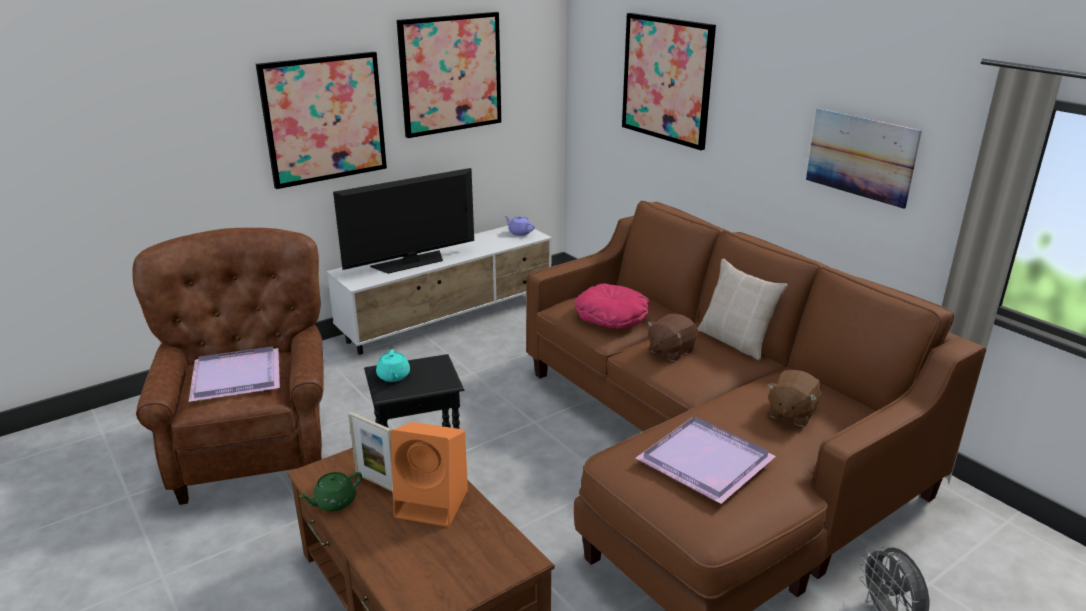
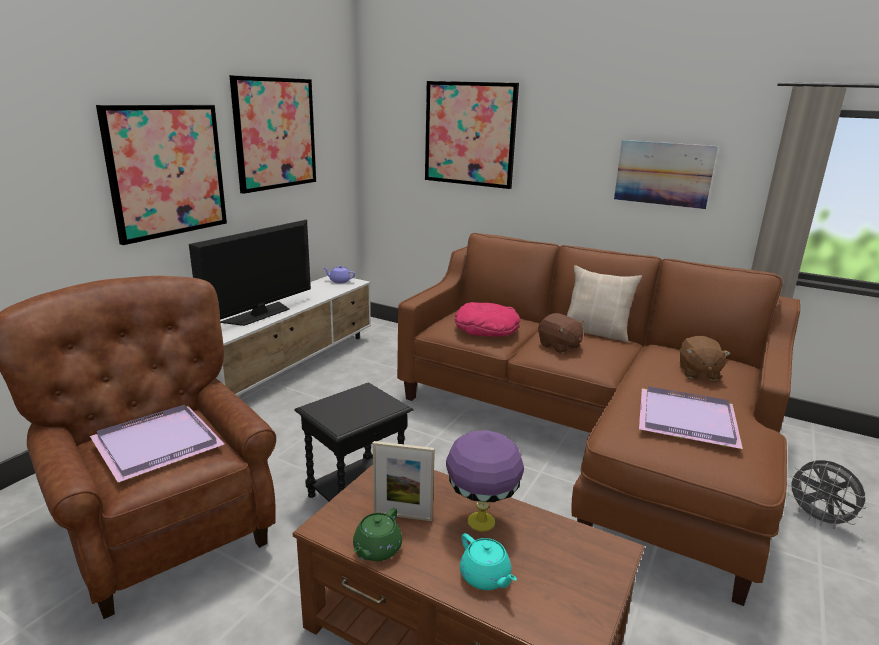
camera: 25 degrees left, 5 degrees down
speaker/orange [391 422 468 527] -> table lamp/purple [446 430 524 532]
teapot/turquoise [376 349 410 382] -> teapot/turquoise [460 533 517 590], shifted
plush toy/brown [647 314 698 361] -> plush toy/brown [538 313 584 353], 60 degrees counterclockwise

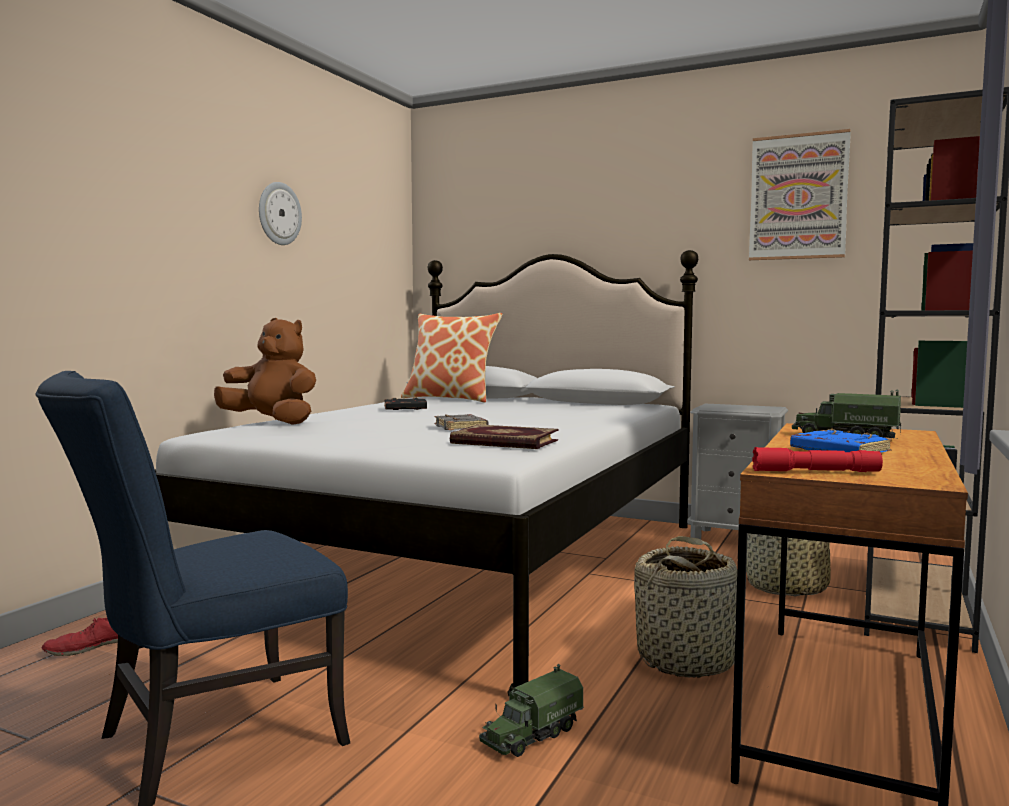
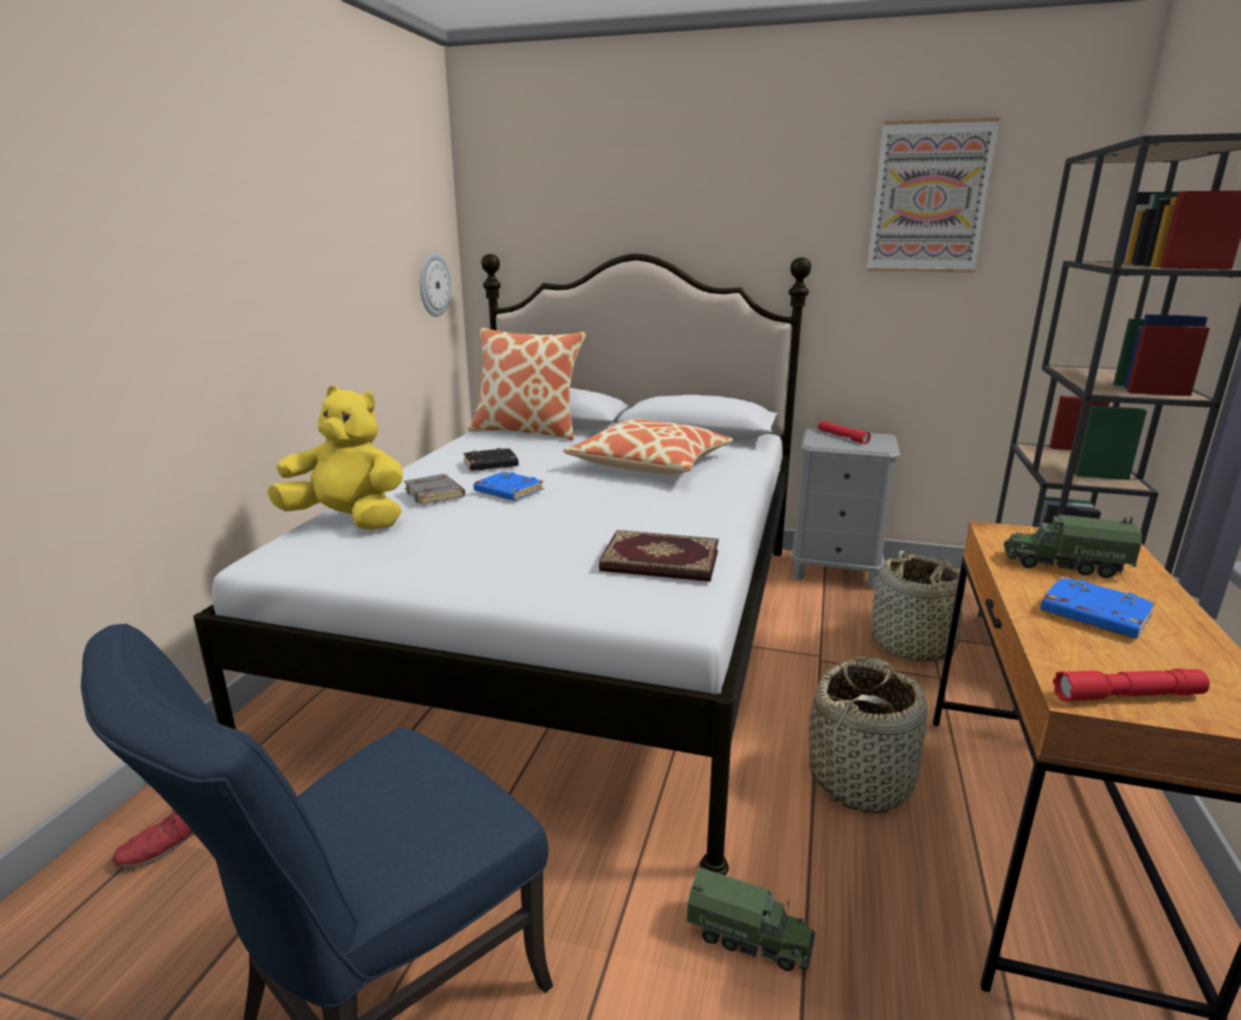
camera: 10 degrees left, 15 degrees up
plush toy/brown [214 318 316 424] -> plush toy/yellow [267 385 403 530]
book/grey [434 414 489 430] -> book/grey [404 474 465 505], shifted
wall clock [259 182 302 245] -> wall clock [420 253 451 317], shifted
none -> book/blue [473 471 544 501]
none -> pillow [563 419 734 475]
toy truck [479 664 584 757] -> toy truck [686 867 815 971], 105 degrees counterclockwise
none -> flashlight/red [818 421 871 444]

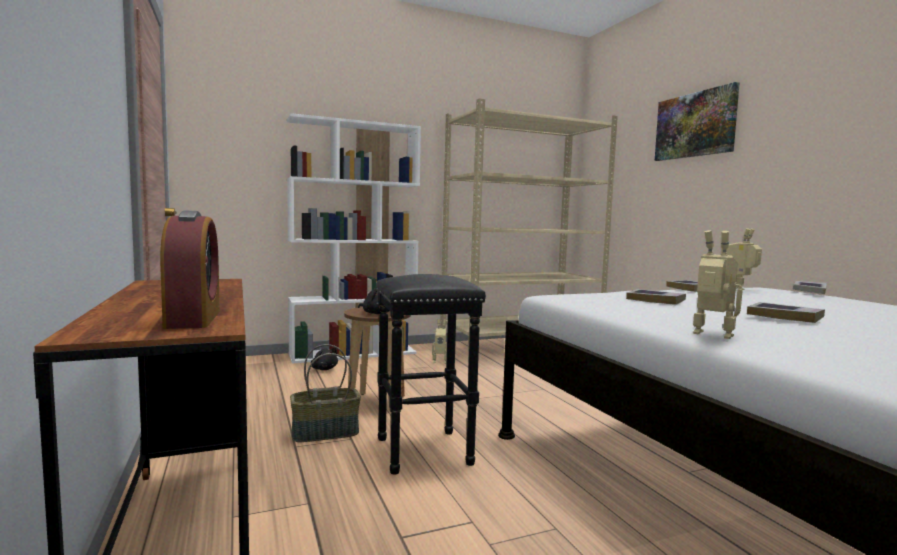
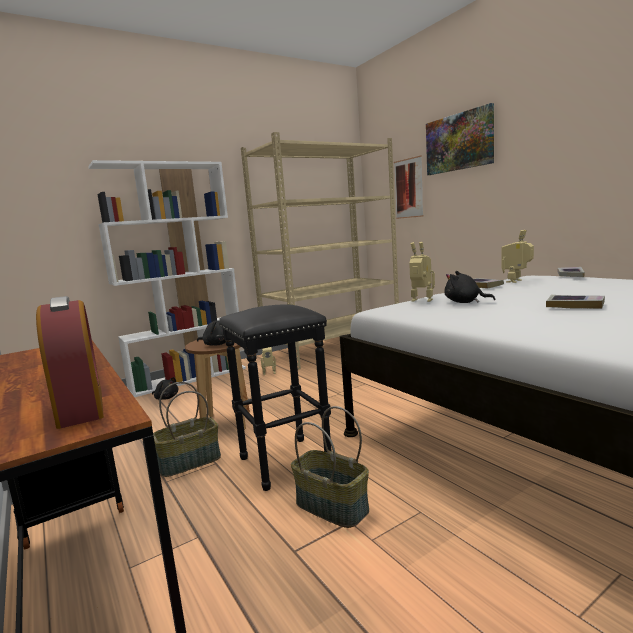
camera: 10 degrees left, 5 degrees up
none -> basket [291 406 369 528]
none -> picture [394 155 424 219]
toy robot [693 230 743 339] -> toy robot [409 242 435 302], shifted
book [626 289 686 305] -> plush toy/black [444 271 495 303]

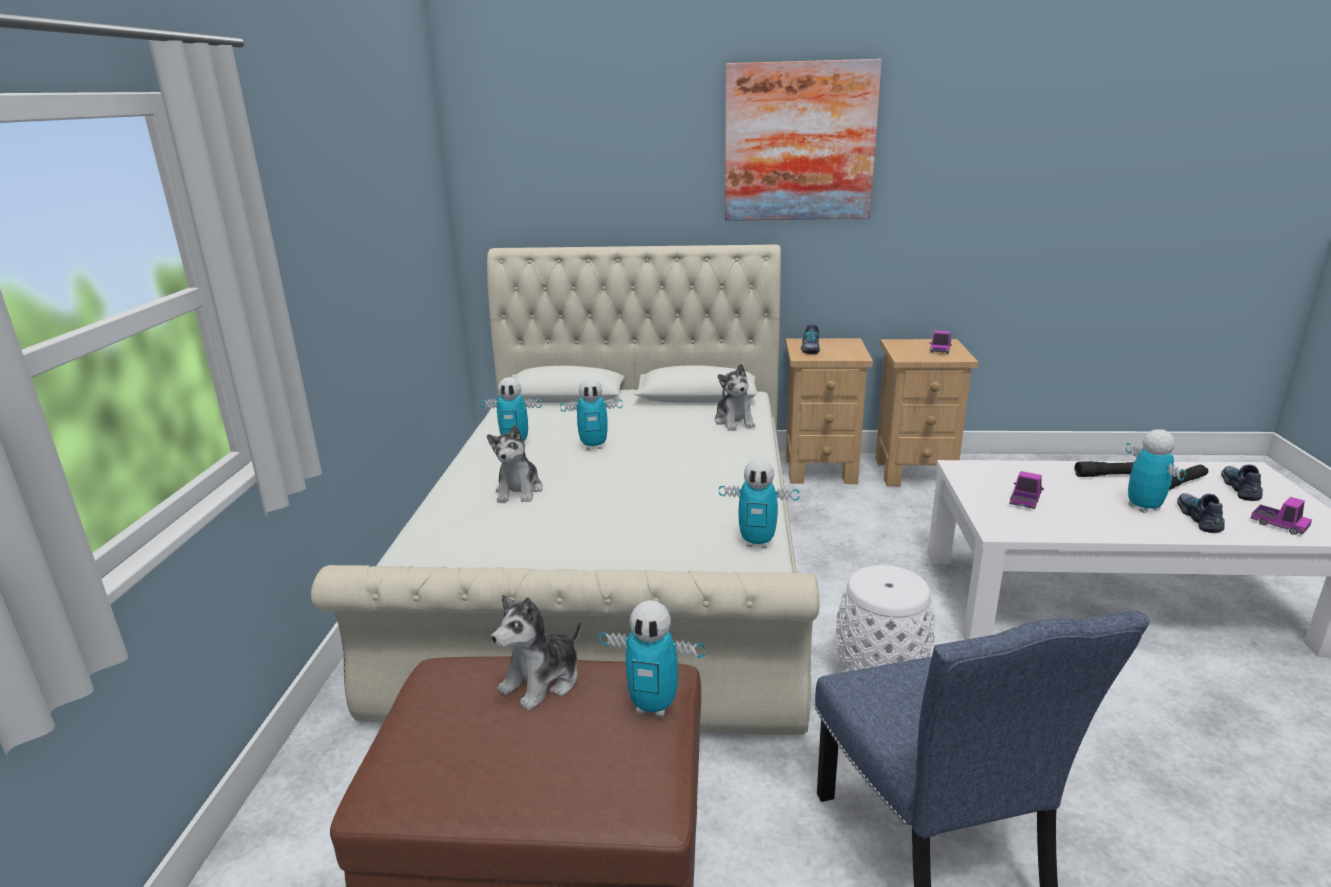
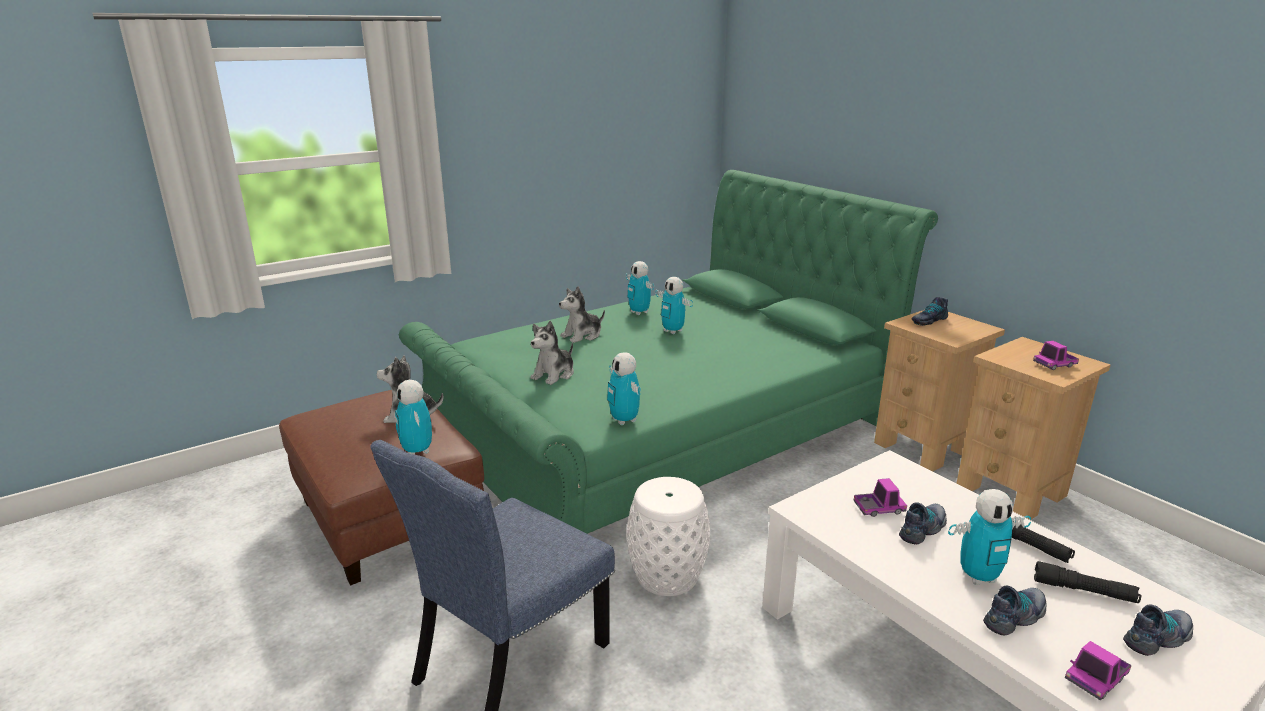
camera: 50 degrees right, 0 degrees up
bed/beige [311 245 819 735] -> bed/green [399 170 938 534]
plush toy [715 364 755 431] -> plush toy [530 321 574 385], shifted
none -> shoe [899 502 947 545]
toy robot [1126 429 1186 513] -> toy robot [948 489 1031 585], 45 degrees clockwise
toy truck [1250 497 1312 535] -> toy truck [1065 641 1132 700], 45 degrees clockwise
picture [725 59 882 221] -> none

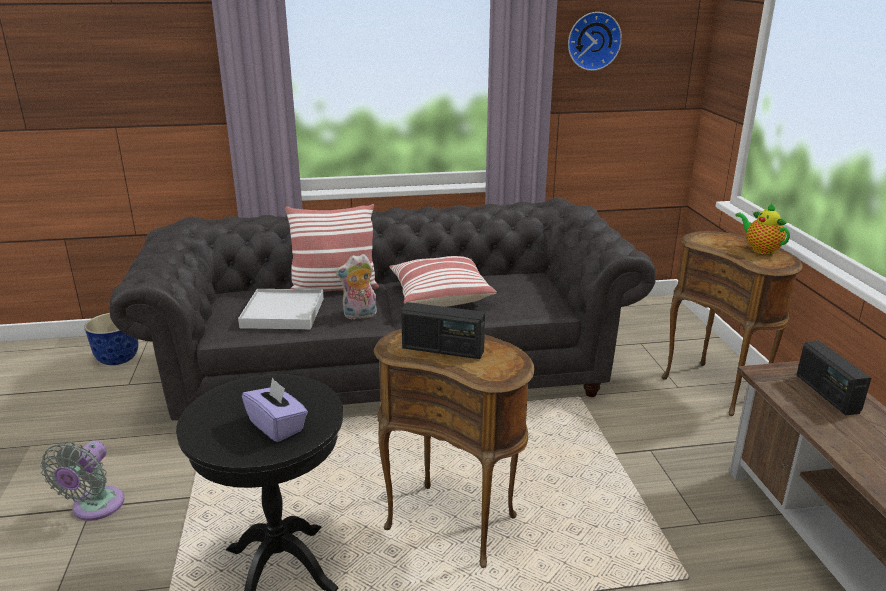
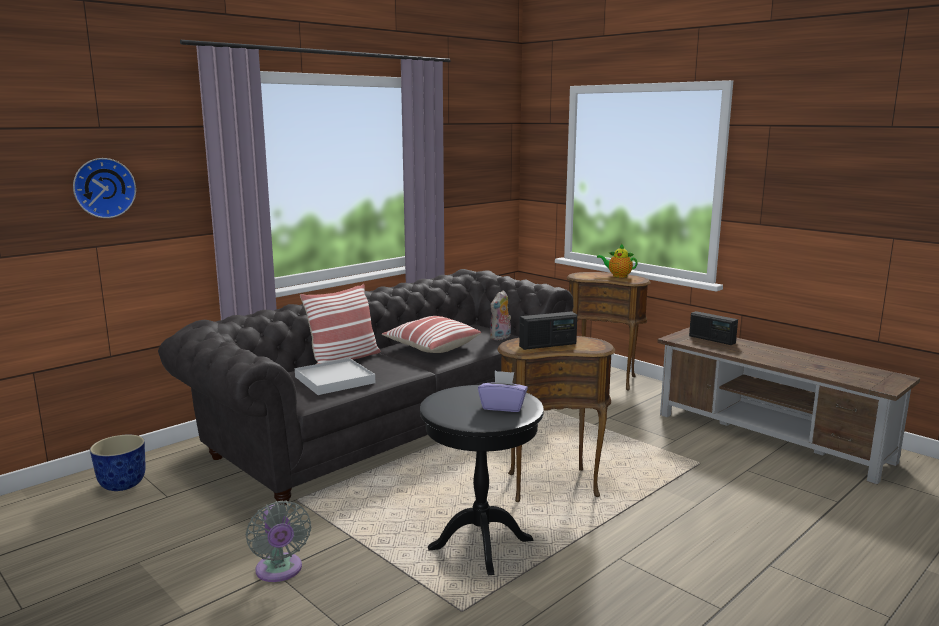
camera: 35 degrees left, 10 degrees down
wall clock [568 12 622 71] -> wall clock [73 158 136 218], shifted
plush toy [335 254 377 320] -> plush toy [490 290 511 340], shifted

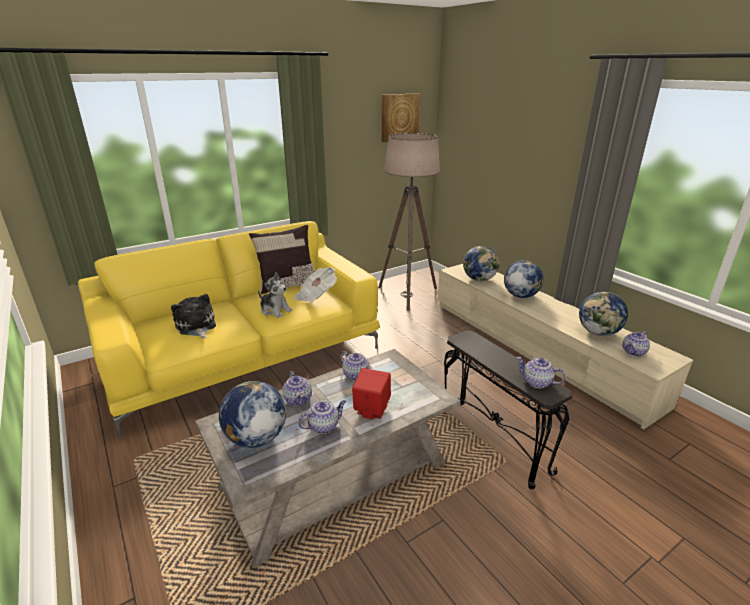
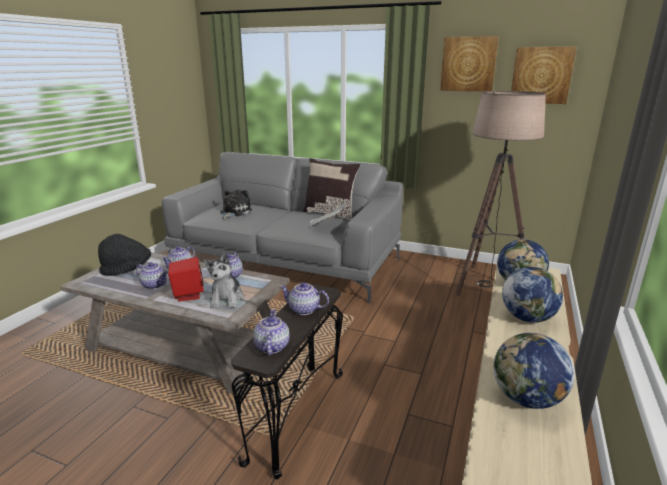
camera: 55 degrees right, 5 degrees down
globe [219 381 286 448] -> hat/black [98 234 151 276]
sofa/yellow [78 221 380 439] -> sofa/grey [162 152 403 303]
plush toy [258 272 292 318] -> plush toy [204 252 244 308], shifted
teapot [623 331 650 357] -> teapot [279 282 329 315], shifted
none -> picture [440 36 499 92]

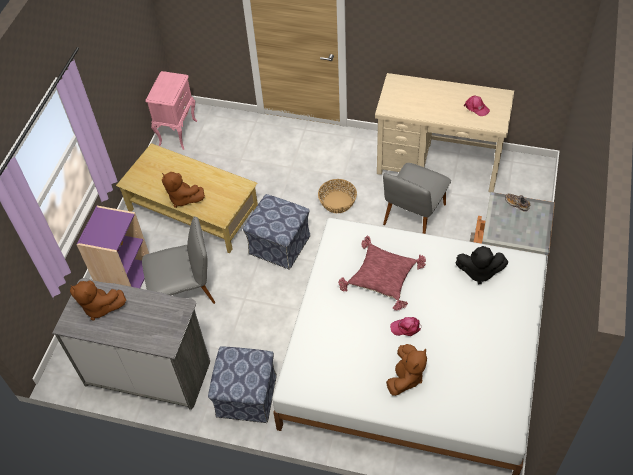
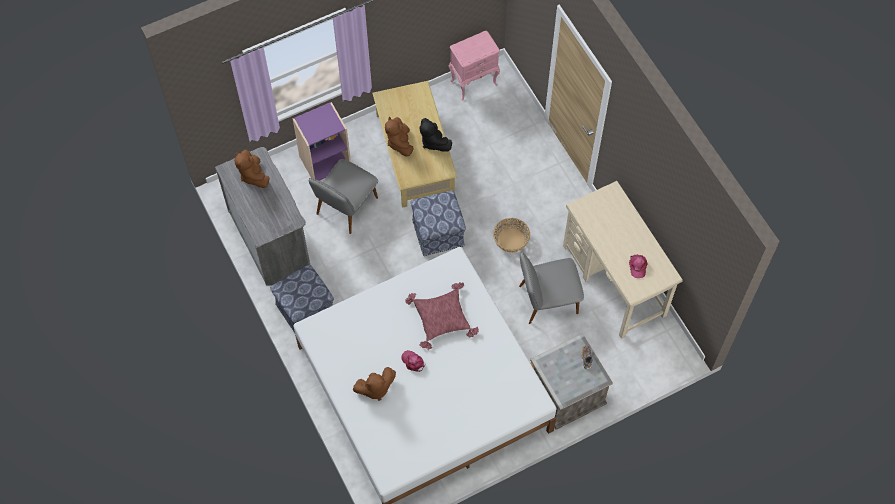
camera: 45 degrees right, 10 degrees up
chair/grey [142 217 215 304] -> chair/grey [309 159 378 234], 90 degrees clockwise
plush toy/black [455 246 508 284] -> plush toy/black [420 118 452 152], shifted

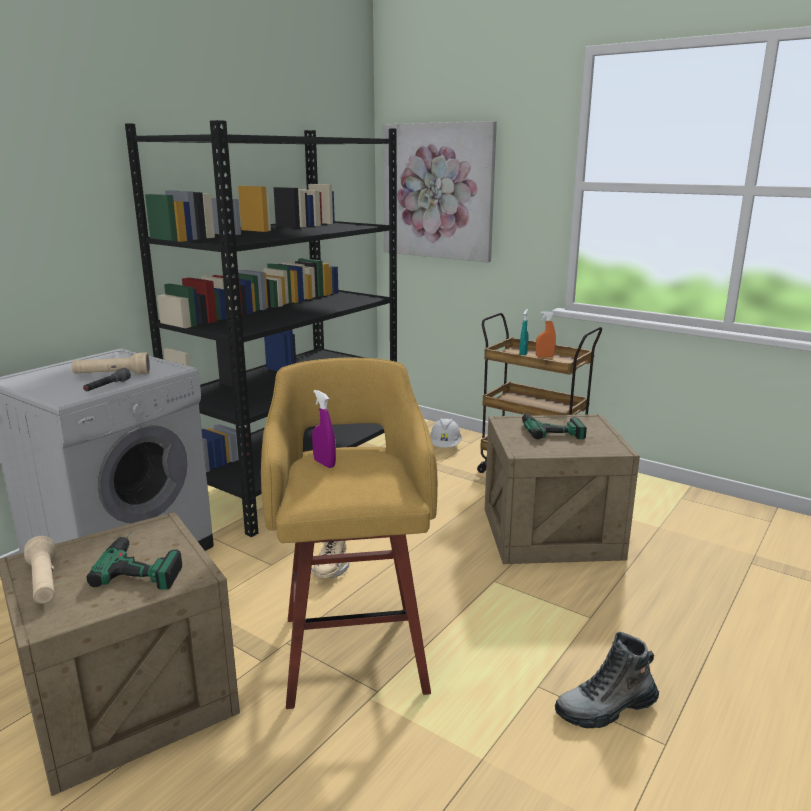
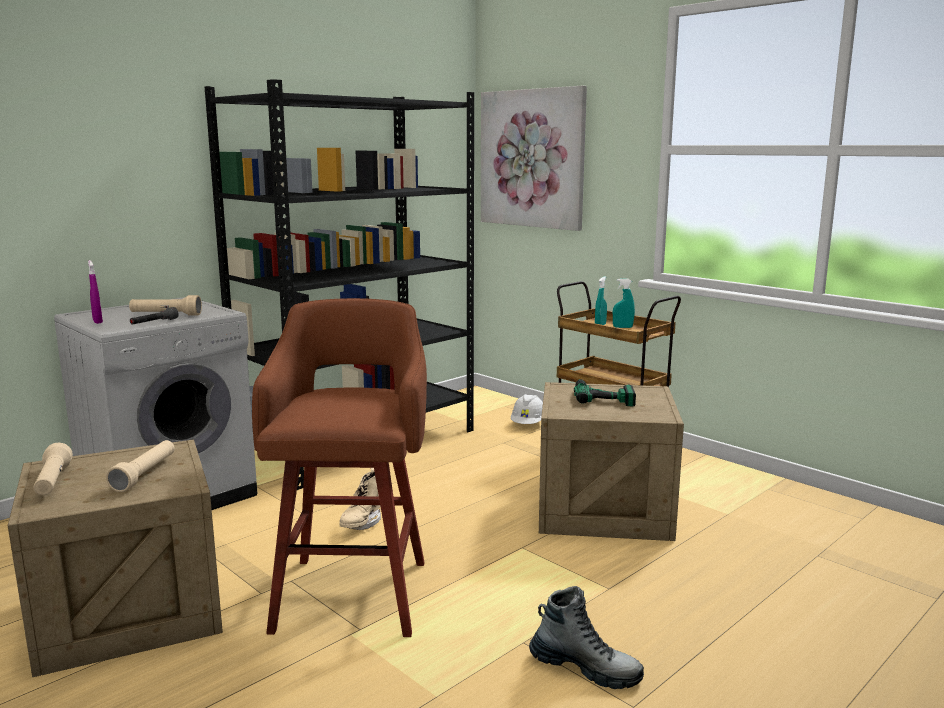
camera: 10 degrees right, 5 degrees down
spray bottle/purple [312 390 336 468] -> spray bottle/purple [88 260 103 324], shifted
power drill [86 531 182 590] -> flashlight/beige [106 440 175 492]
stool/yellow [261 358 438 709] -> stool/brown [252 298 427 637]
boot [555 632 659 728] -> boot [529 586 644 689], 150 degrees counterclockwise
spray bottle/orange [536 311 556 357] -> spray bottle/turquoise [613 279 635 328]

